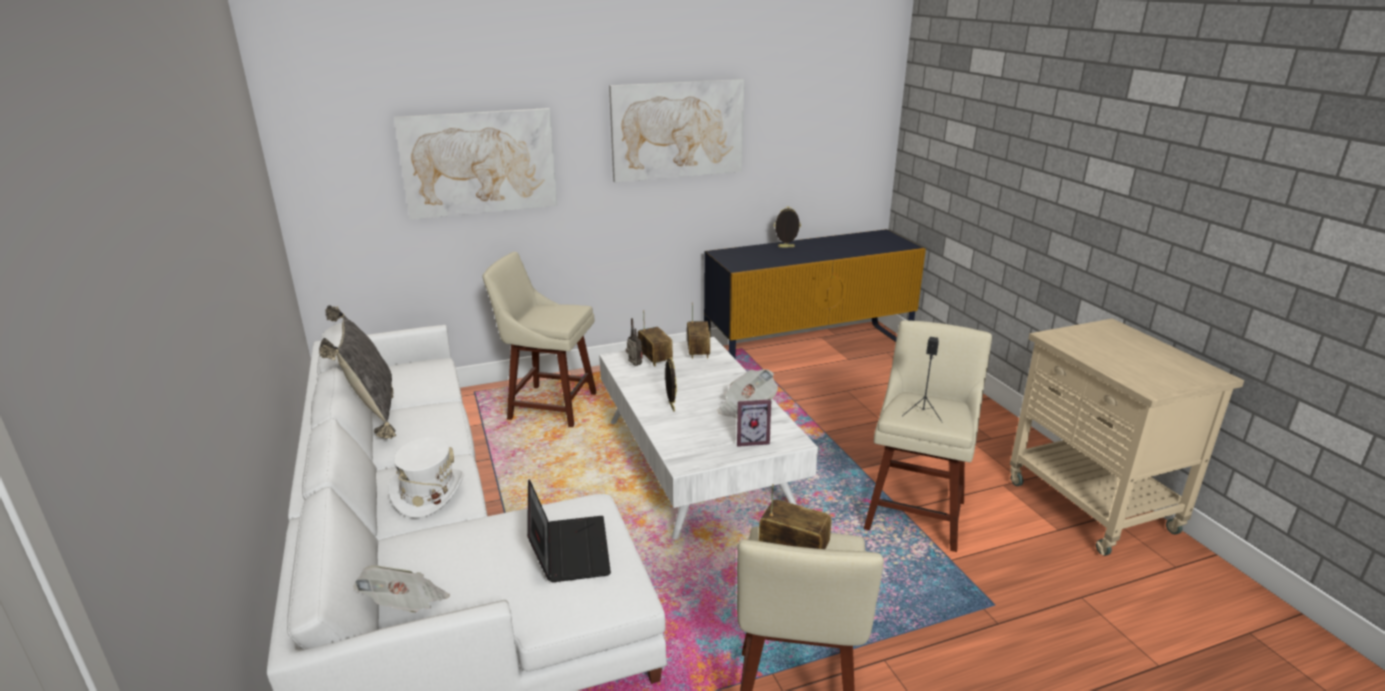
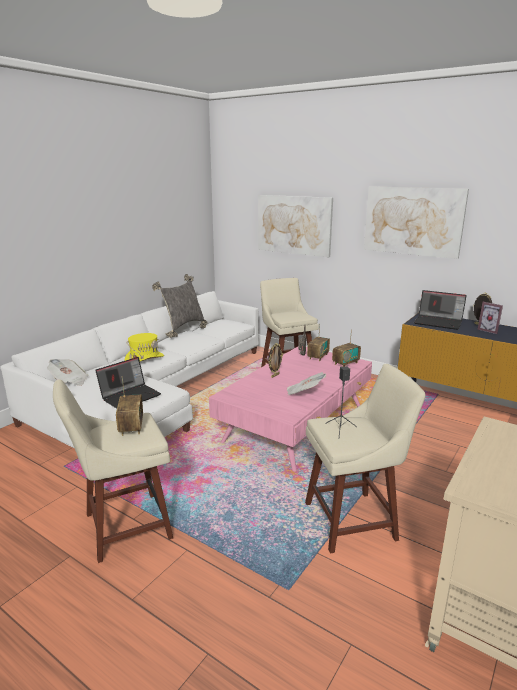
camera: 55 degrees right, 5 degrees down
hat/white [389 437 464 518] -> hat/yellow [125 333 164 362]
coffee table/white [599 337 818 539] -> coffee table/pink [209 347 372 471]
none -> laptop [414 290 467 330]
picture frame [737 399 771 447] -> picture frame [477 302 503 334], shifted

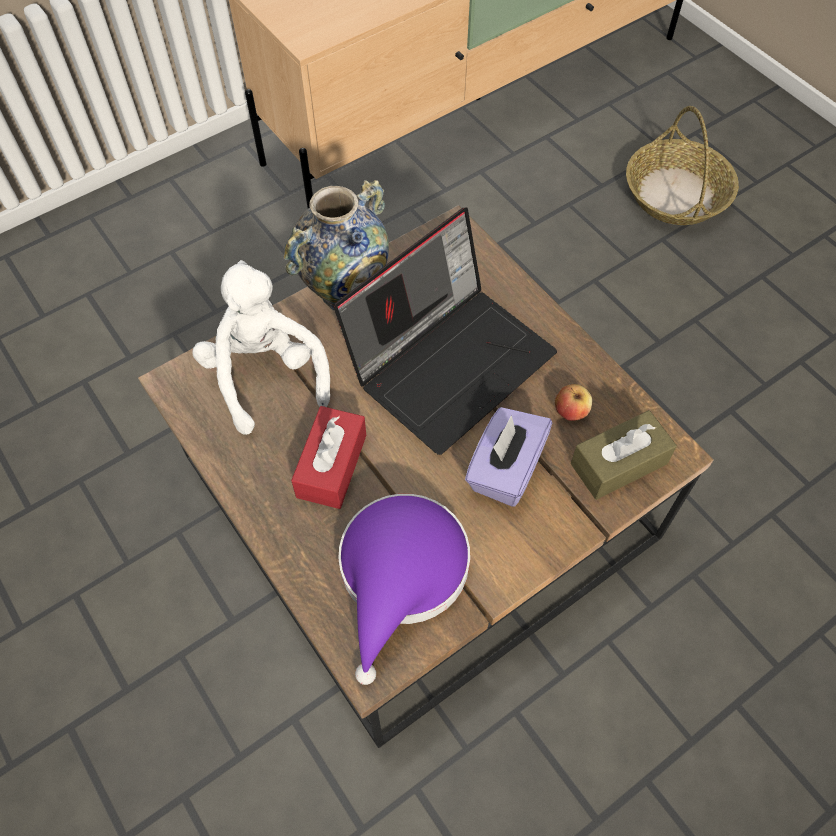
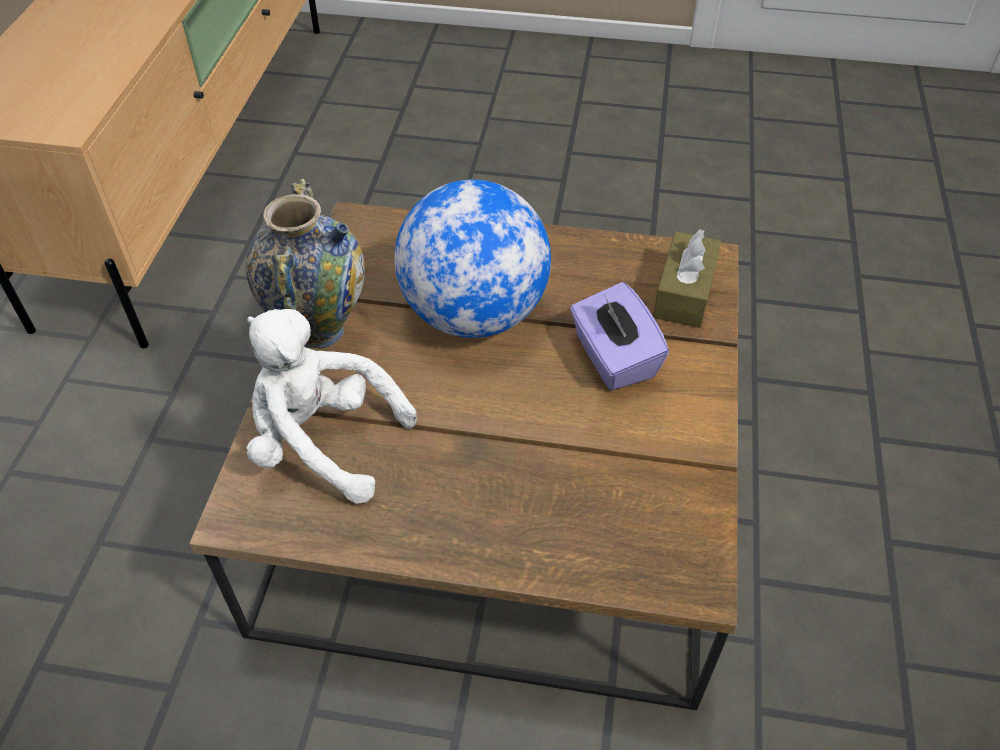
camera: 45 degrees left, 10 degrees down
laptop [334 207 557 455] -> globe [394 180 551 338]
tissue box/red [291 406 366 509] -> none
hat/purple [338 494 470 685] -> none
apple [555 384 592 421] -> none
basket [626 106 739 225] -> none

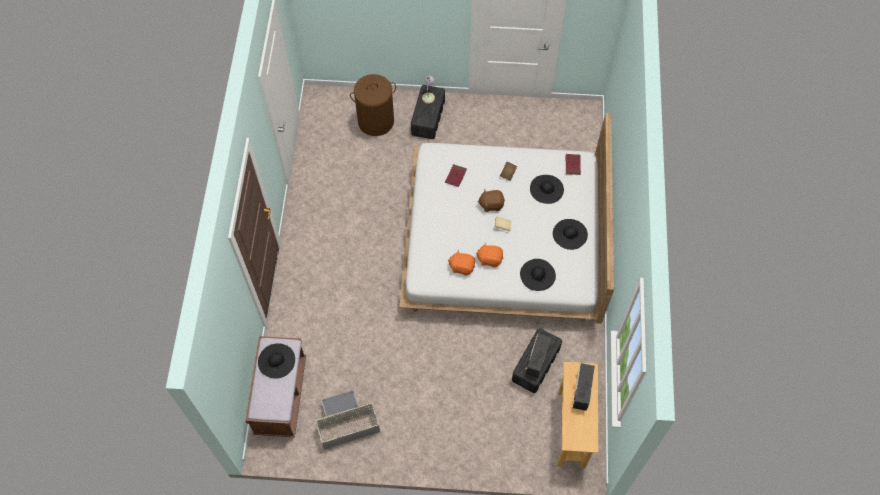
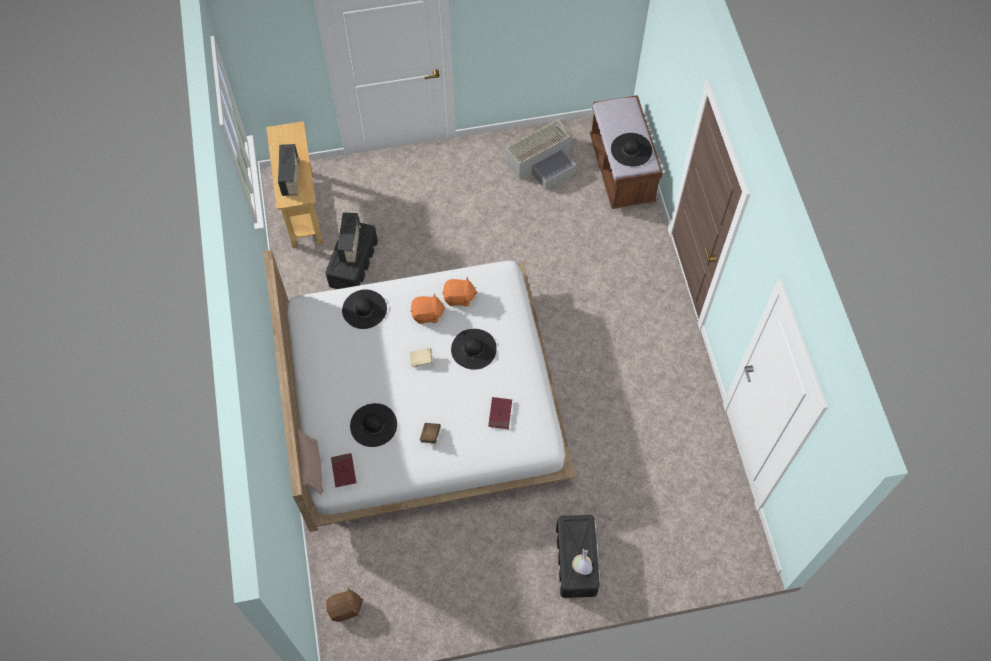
camera: 165 degrees right, 0 degrees up
none -> pillow/beige [297 429 324 495]
plush toy/brown [478 189 505 212] -> plush toy/brown [326 587 363 622], shifted
hat/black [553 219 588 250] -> hat/black [451 329 497 370], shifted
laundry basket/brown [350 74 396 136] -> none

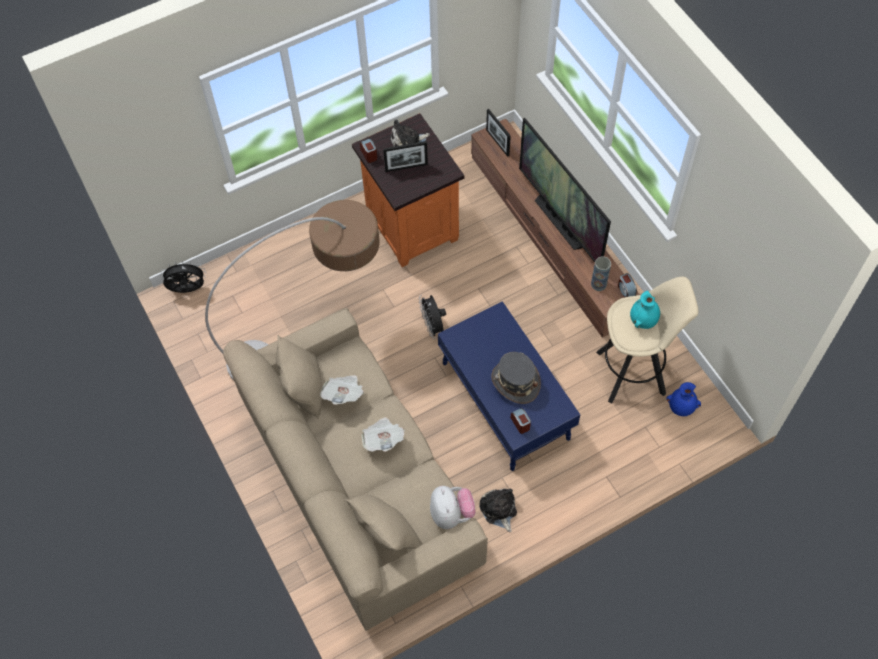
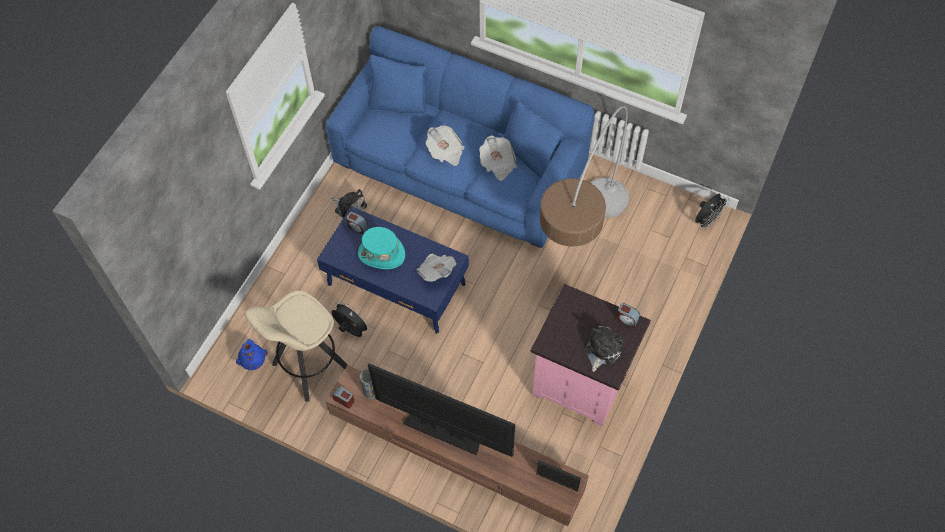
camera: 145 degrees right, 0 degrees up
sofa/beige [223 308 488 631] -> sofa/blue [326 26 594 248]
fan/black [419 295 446 339] -> fan/black [331 301 371 337], shifted
hat/grey [491 352 541 404] -> hat/turquoise [358 227 405 269]
none -> newspaper [417 254 457 282]
cabinet/orange [352 113 464 267] -> cabinet/pink [531 284 651 426]
picture frame [383 141 428 172] -> none
plush toy [430 486 476 529] -> none
vase/turquoise [630 291 660 329] -> none

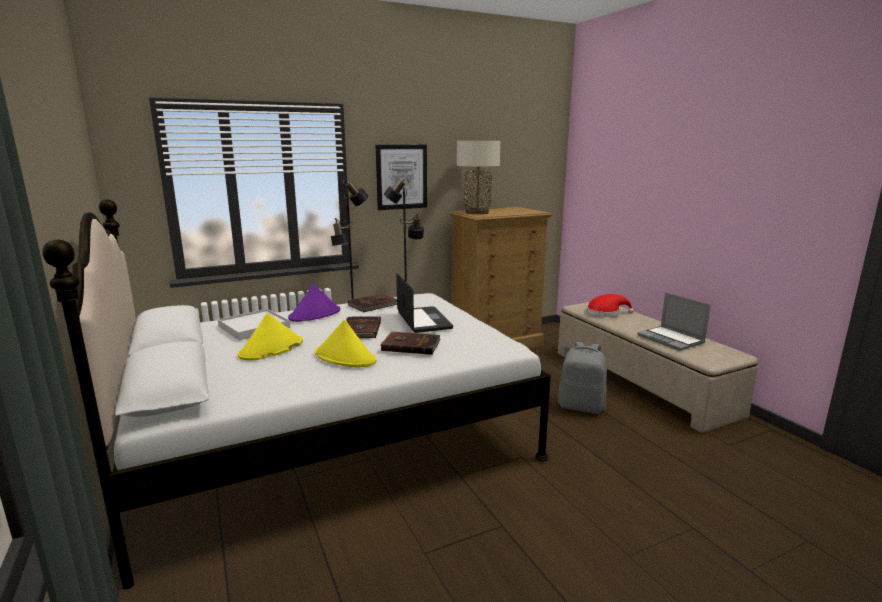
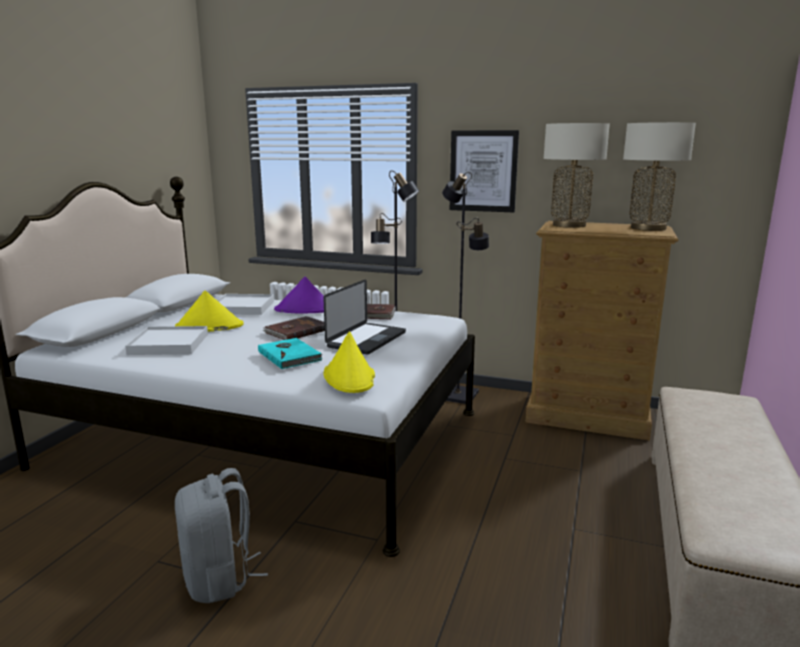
camera: 45 degrees right, 0 degrees up
none -> tray/white [125 326 208 355]
backpack/grey [558 342 607 414] -> backpack/grey [175 468 268 603], shifted
book/brown [380 332 441 355] -> book/turquoise [258 338 323 369]
hat/yellow [315 319 377 367] -> hat/yellow [324 331 375 393], shifted
none -> table lamp [623 122 696 231]
hat/red [586 294 634 317] -> none
laptop [637 292 711 351] -> none

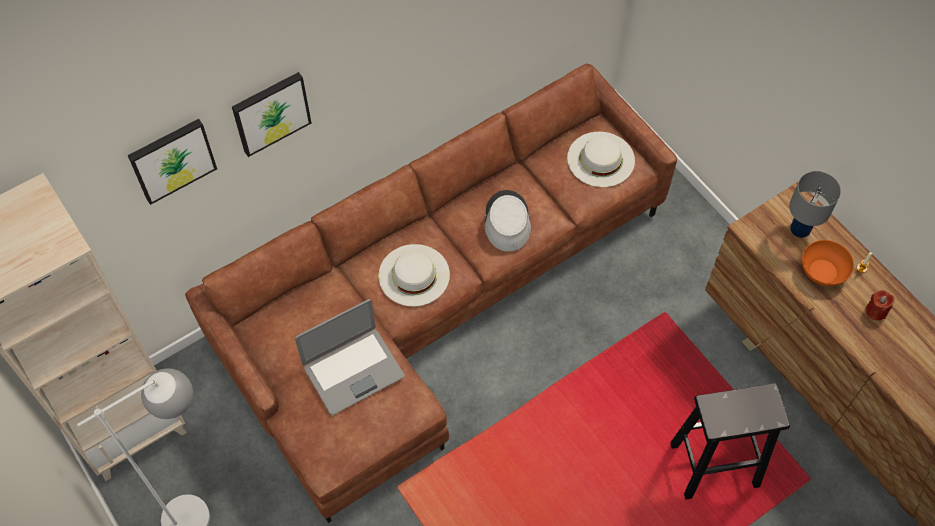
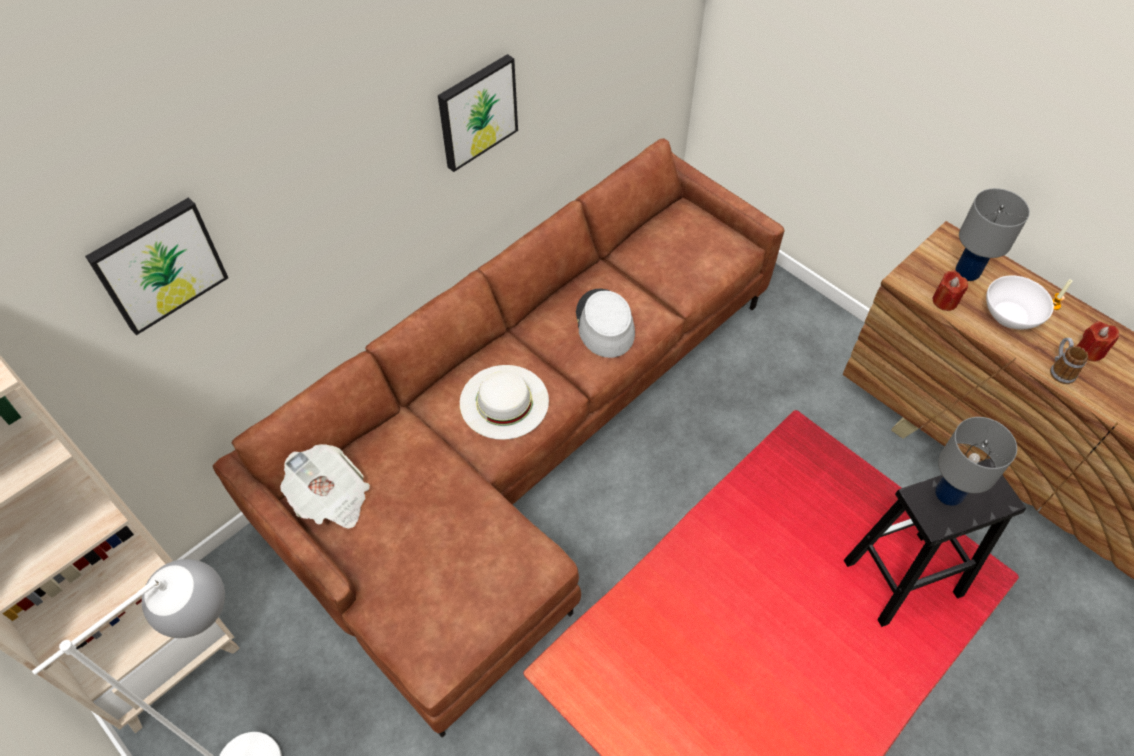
camera: 10 degrees left, 5 degrees down
none -> newspaper [280 444 370 529]
picture [232 72 311 157] -> picture [438 54 518 172], shifted
none -> candle/red [933 270 968 311]
none -> table lamp/grey [935 417 1017 506]
bowl/orange [802 240 854 286] -> bowl/white [986 275 1054 329]
none -> mug [1050 338 1088 384]
laptop [295 299 404 415] -> none
hat/white [567 132 635 187] -> none

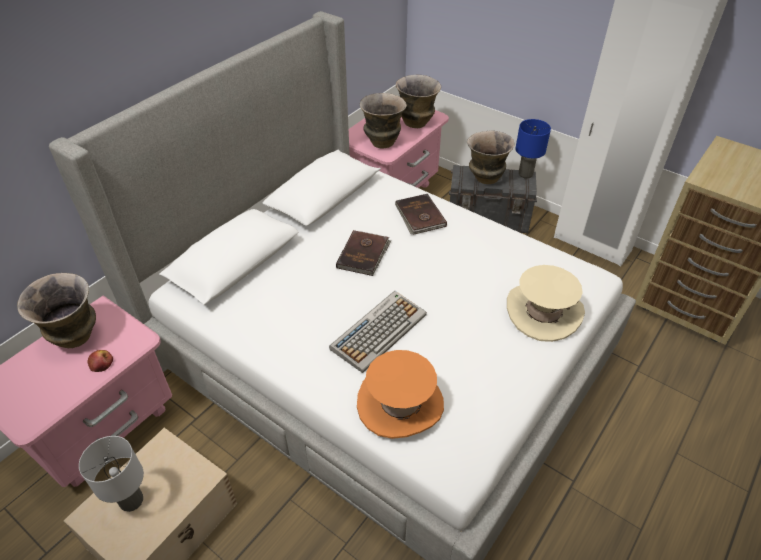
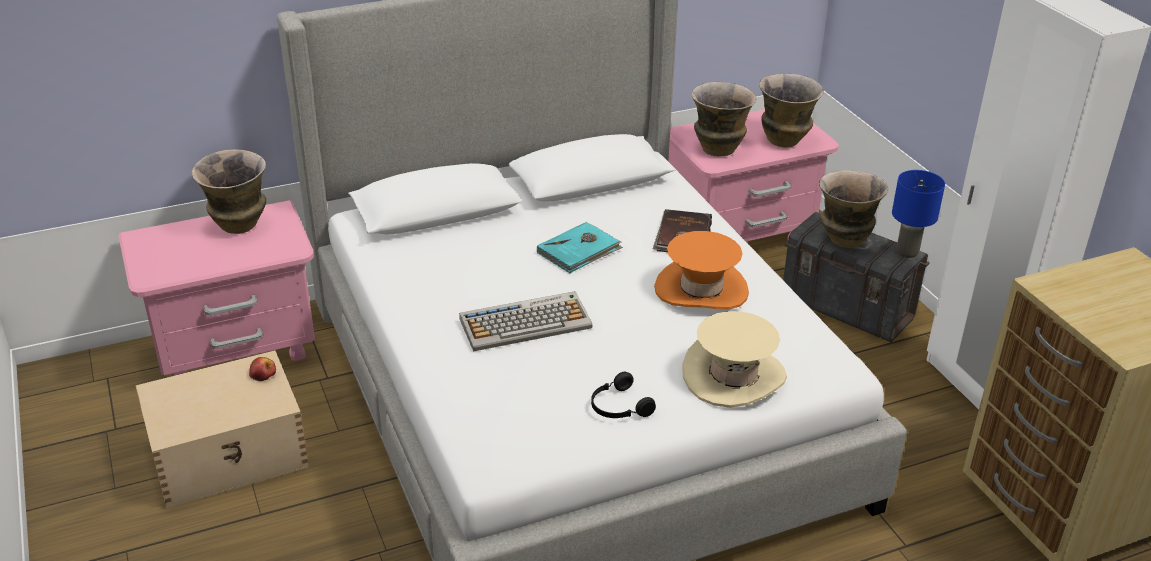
camera: 30 degrees right, 10 degrees down
apple [87 350 113 372] -> apple [249 357 276 381], shifted
book/brown [336 230 391 276] -> book/turquoise [537 222 623 273]
none -> headphones/black [591 372 656 418]
hat/orange [357 350 444 439] -> hat/orange [654 231 749 309], shifted
table lamp/white [79 436 144 512] -> none

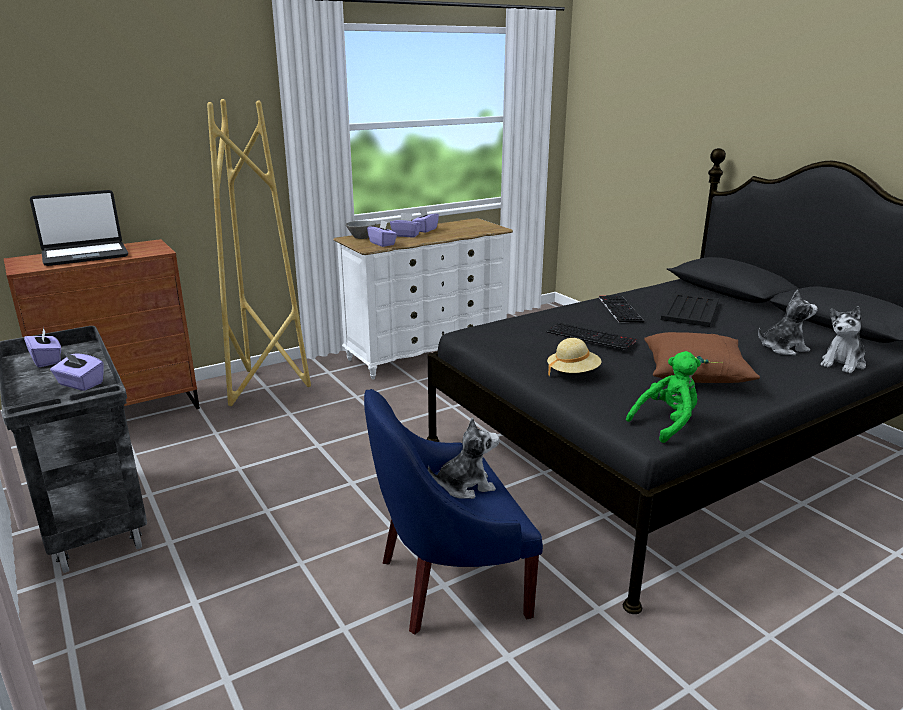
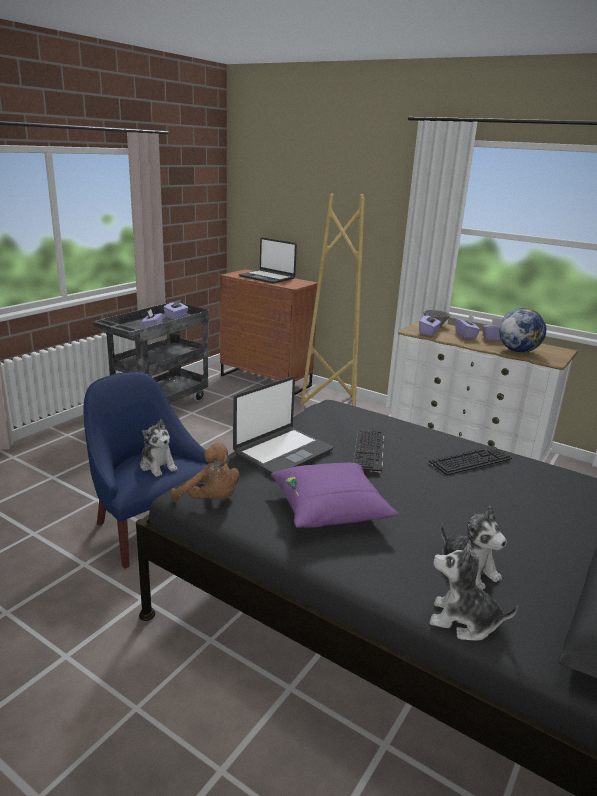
camera: 65 degrees right, 0 degrees up
plush toy/green [626 351 701 443] -> plush toy/brown [171 443 240 501]
hat/beige [547 338 602 376] -> laptop [233 376 333 473]
pillow/brown [644 332 760 383] -> pillow/purple [271 463 399 528]
none -> globe [499 308 546 352]
tray/black [661 293 719 327] -> none

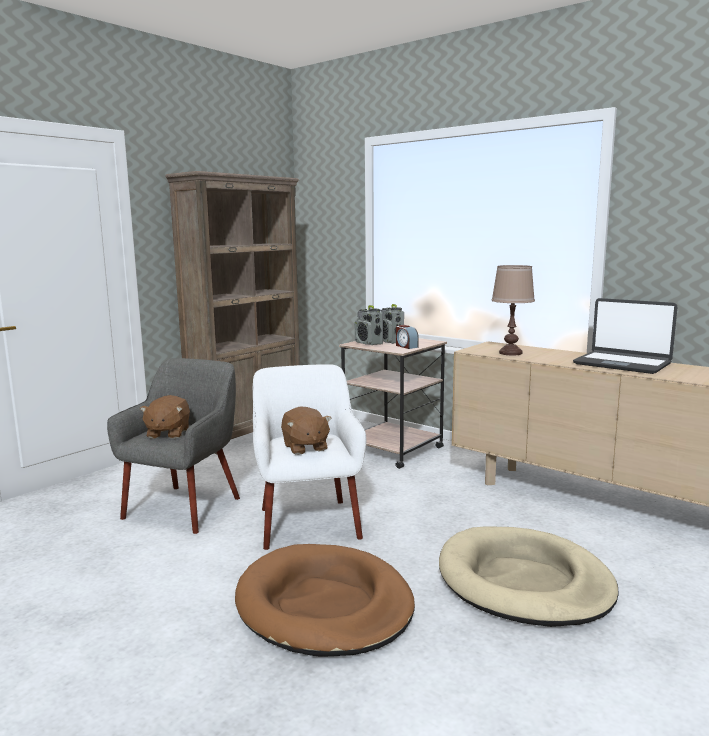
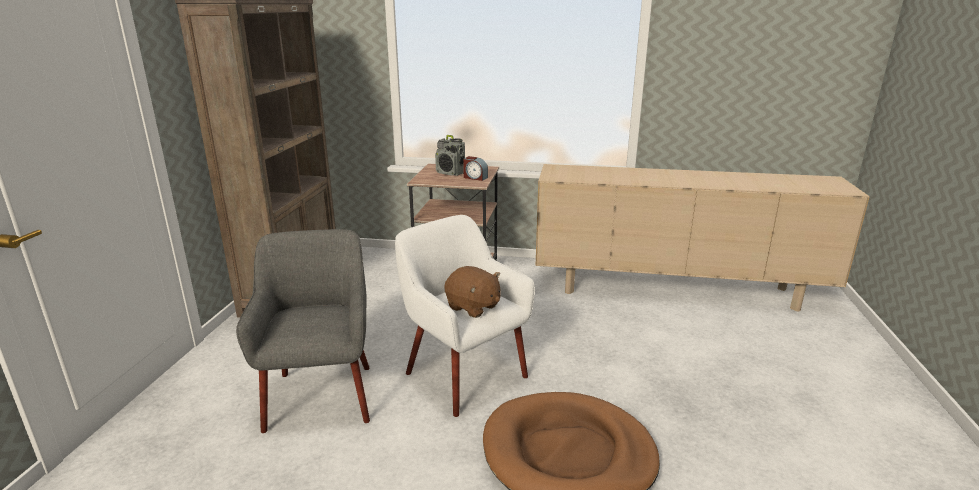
camera: 30 degrees left, 10 degrees up
plush toy/brown [140 395 190 439] -> none
radio [355 305 383 345] -> none
dog bed/beige [439 526 619 627] -> none
table lamp/brown [491 265 535 355] -> none
laptop [573 298 678 374] -> none

